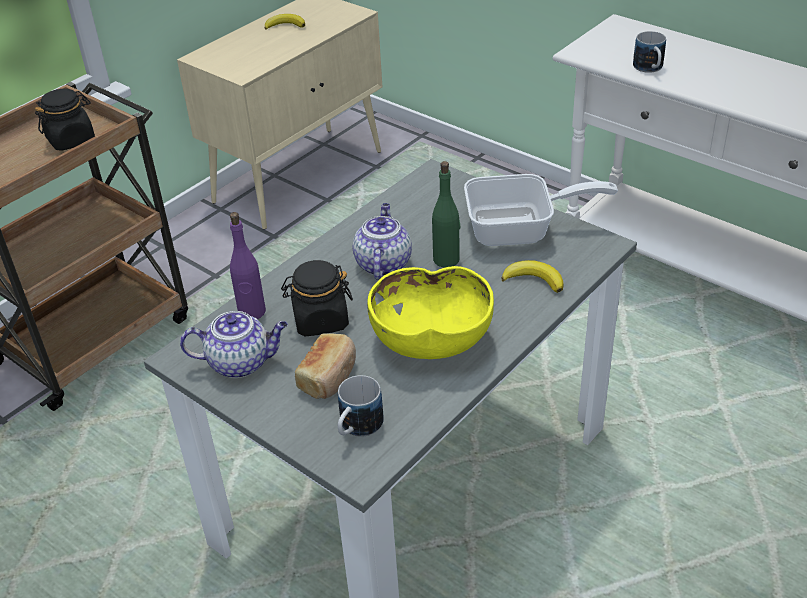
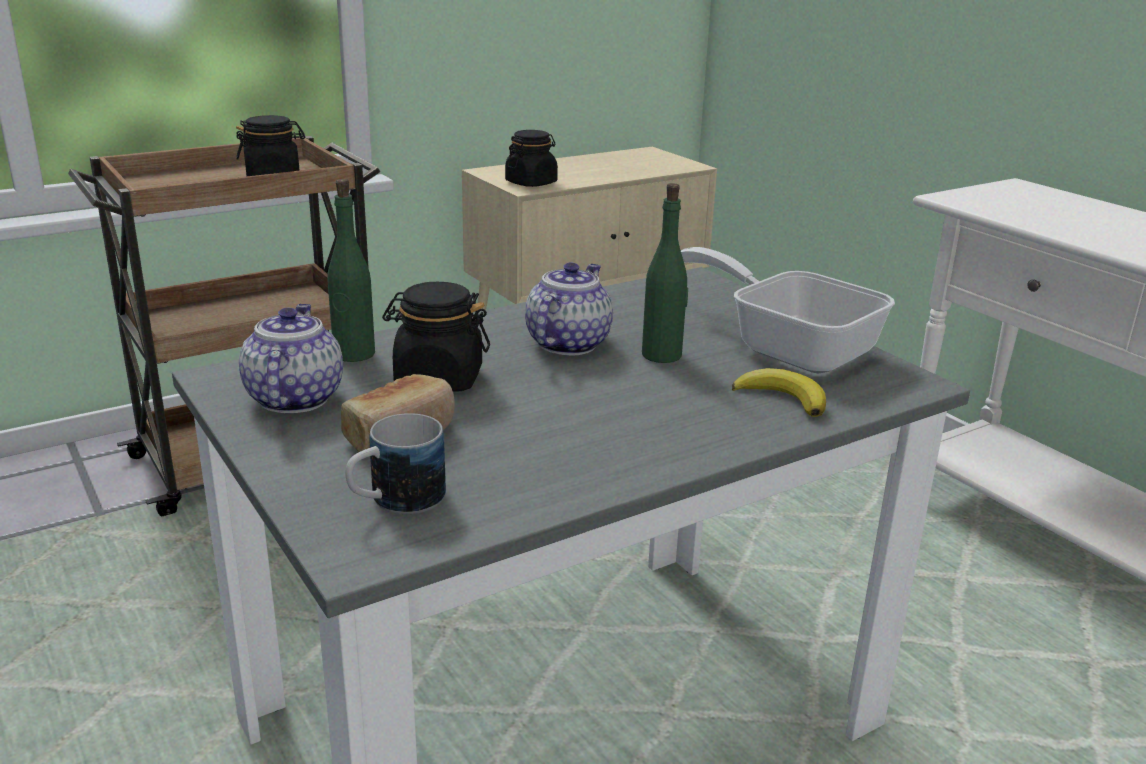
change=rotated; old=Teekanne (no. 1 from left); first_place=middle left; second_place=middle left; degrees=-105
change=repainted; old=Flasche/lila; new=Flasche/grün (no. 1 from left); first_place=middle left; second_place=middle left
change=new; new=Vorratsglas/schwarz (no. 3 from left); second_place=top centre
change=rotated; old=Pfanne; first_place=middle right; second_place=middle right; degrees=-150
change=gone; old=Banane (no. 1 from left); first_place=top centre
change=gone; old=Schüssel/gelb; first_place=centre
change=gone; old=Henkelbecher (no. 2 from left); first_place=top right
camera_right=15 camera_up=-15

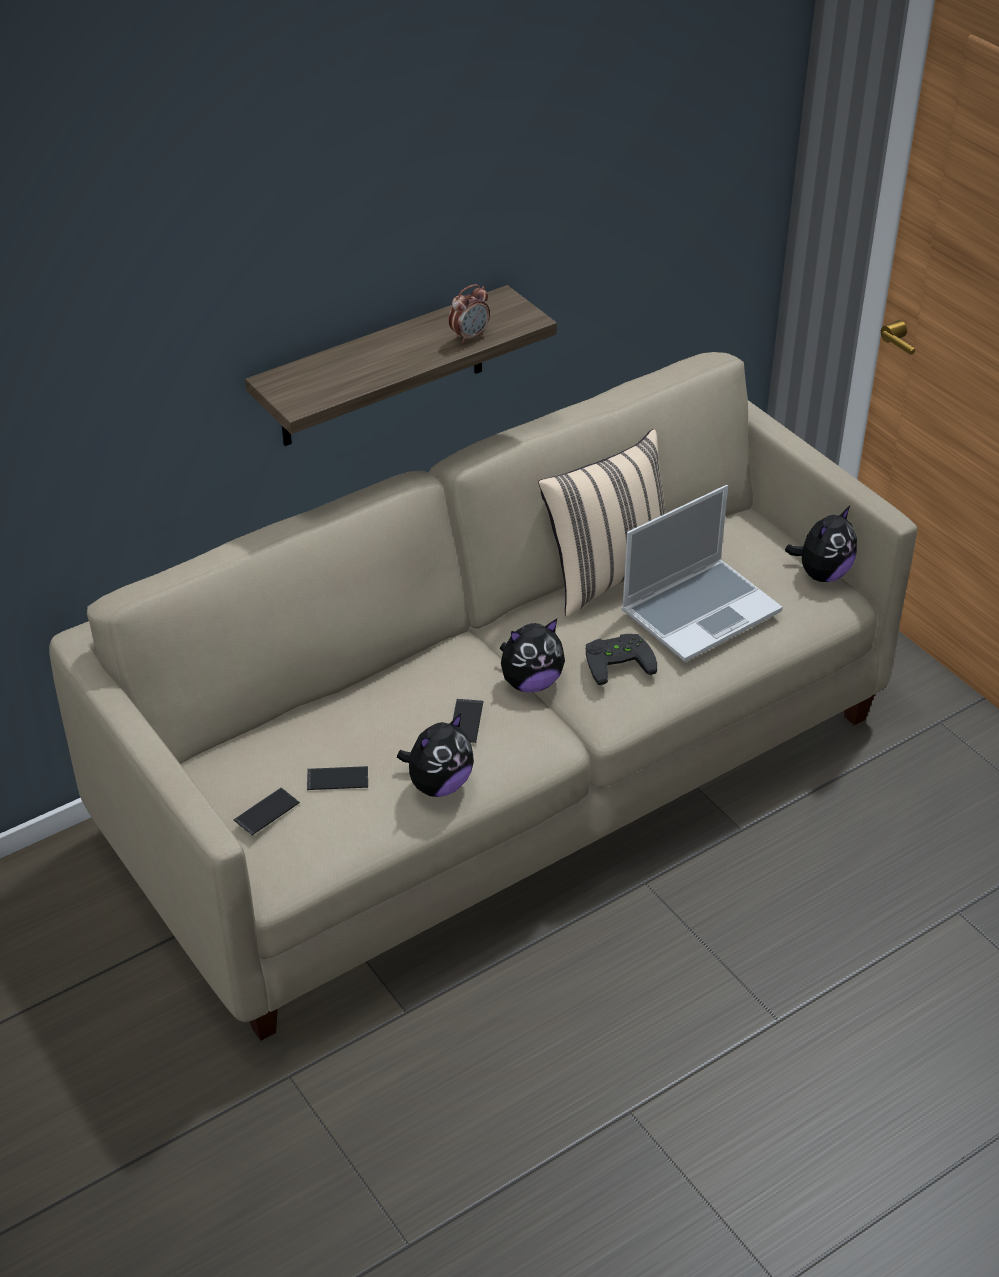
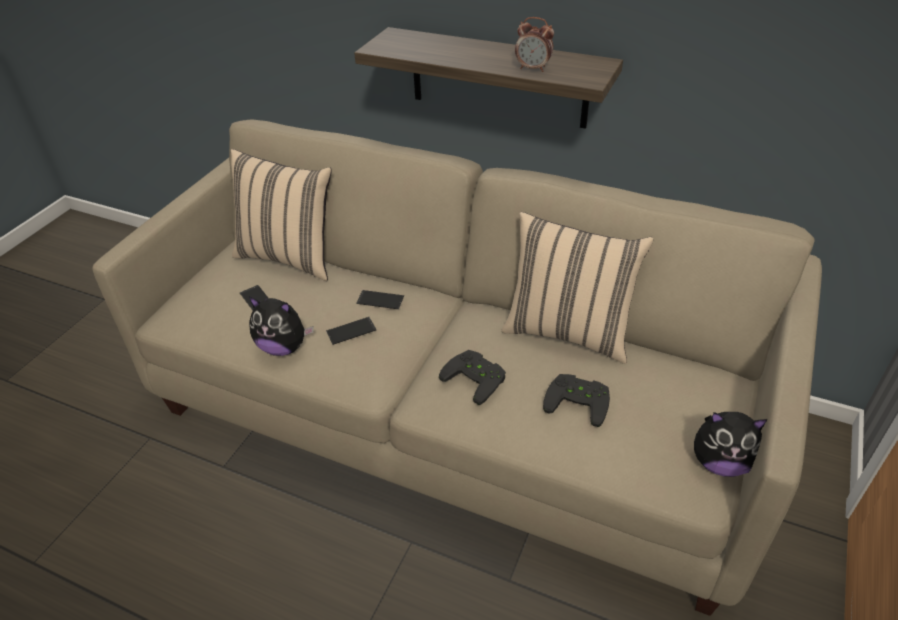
change=new; new=Kissen/beige (no. 1 from left); second_place=middle left
change=shifted; old=Handy (no. 1 from left in the first image); new=Handy (no. 3 from left); first_place=middle left; second_place=centre
change=swapped; old=Laptop; new=Gamepad/schwarz (no. 2 from left); first_place=middle right; second_place=centre
change=gone; old=Plüschtier (no. 2 from left); first_place=centre
camera_right=60 camera_up=0

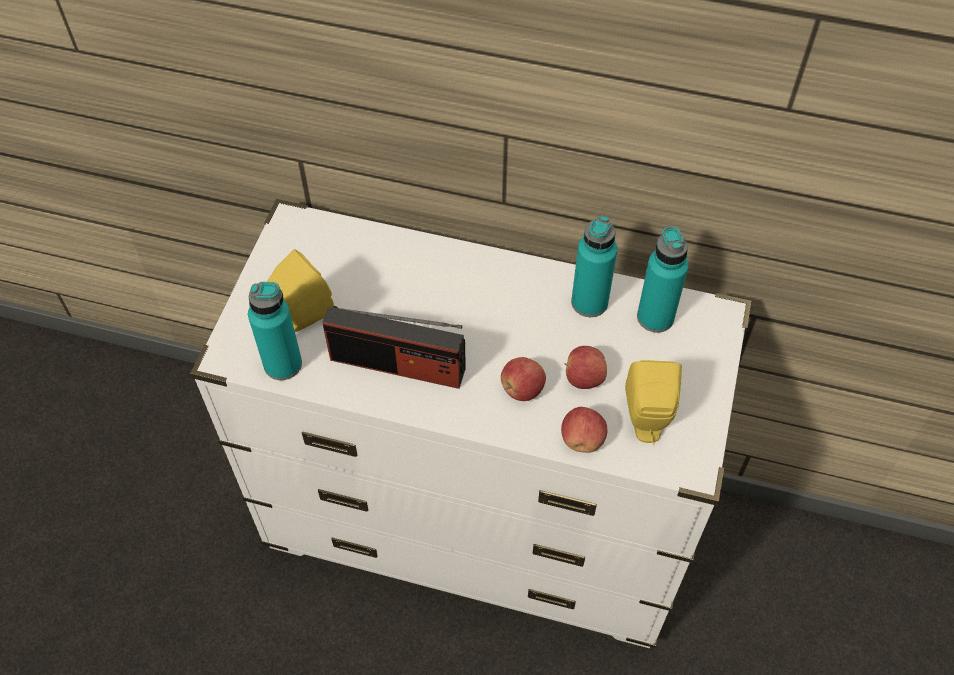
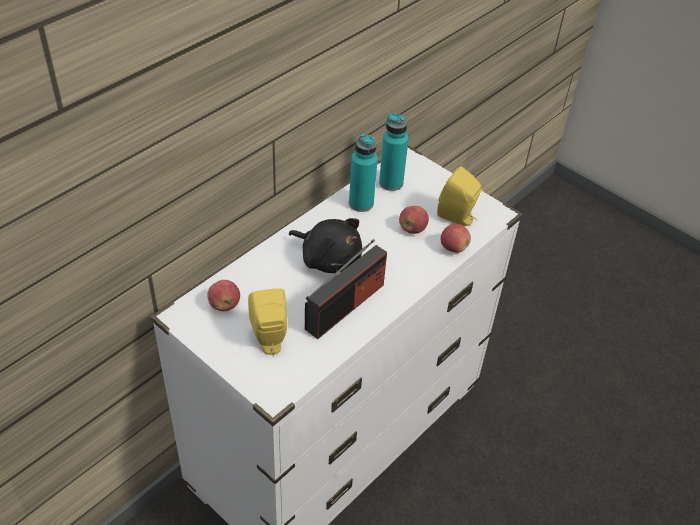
change=shifted; old=Apfel (no. 1 from left); first_place=centre; second_place=middle left
change=new; new=Plüschtier/schwarz; second_place=centre
change=gone; old=Flasche/türkis (no. 1 from left); first_place=middle left
camera_right=-65 camera_up=-10

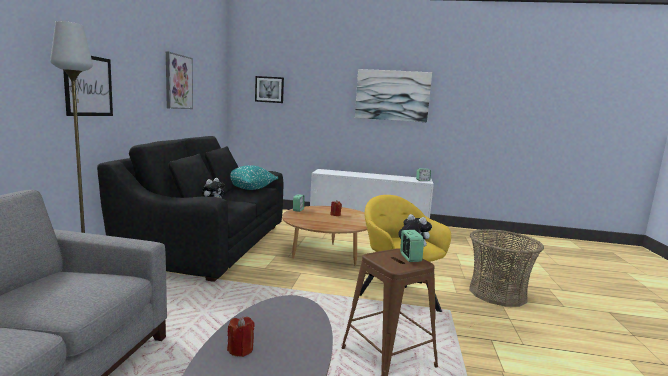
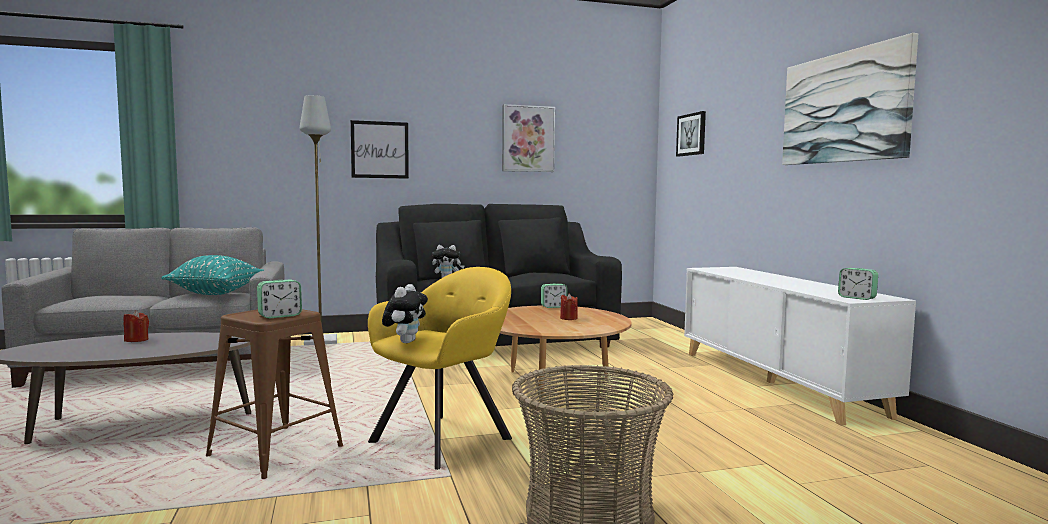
change=shifted; old=Kissen/türkis; first_place=centre; second_place=middle left
camera_right=65 camera_up=-5

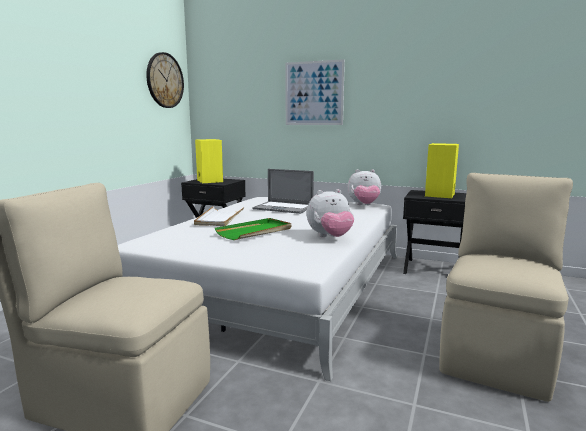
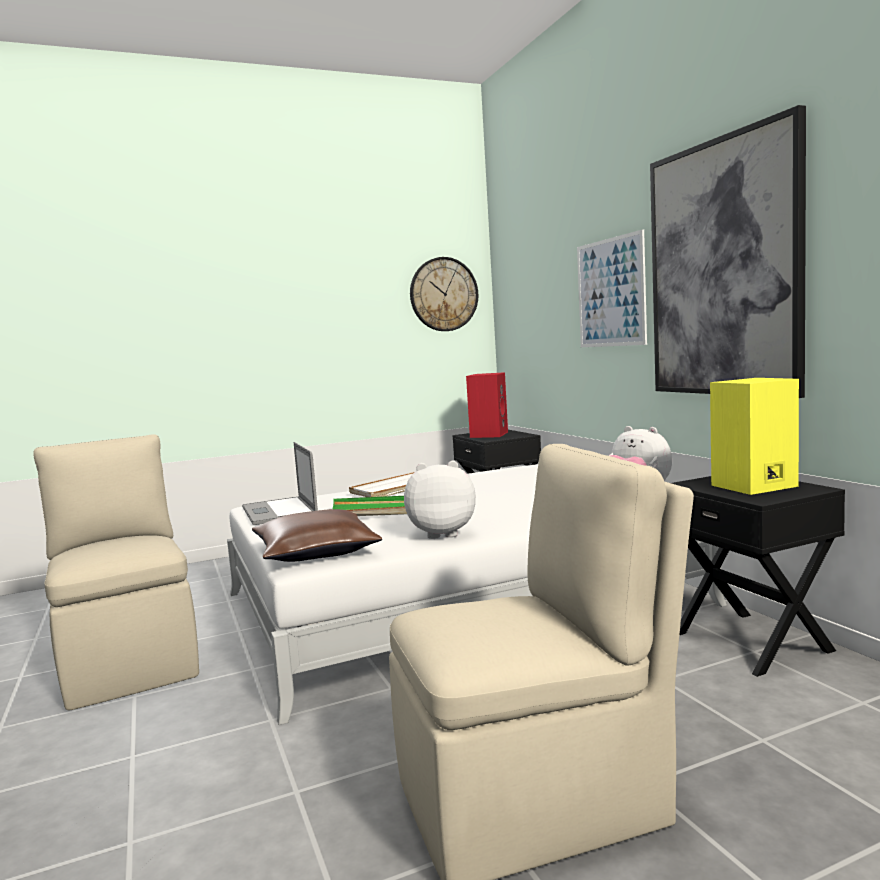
change=shifted; old=Laptop; first_place=centre; second_place=middle left
change=new; new=Kissen/braun; second_place=centre
change=rotated; old=Plüschtier (no. 1 from left); first_place=centre; second_place=centre; degrees=150
change=repainted; old=Lautsprecher/gelb (no. 1 from left); new=Lautsprecher/rot; first_place=centre; second_place=centre
change=new; new=Bild (no. 2 from left); second_place=top right
camera_right=45 camera_up=-5

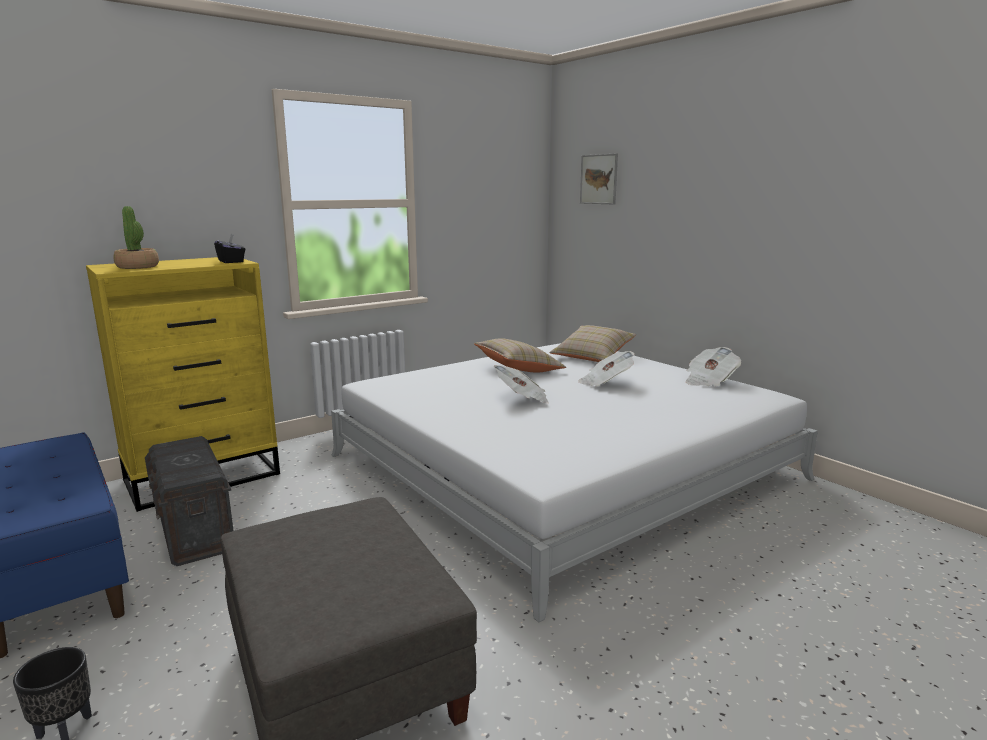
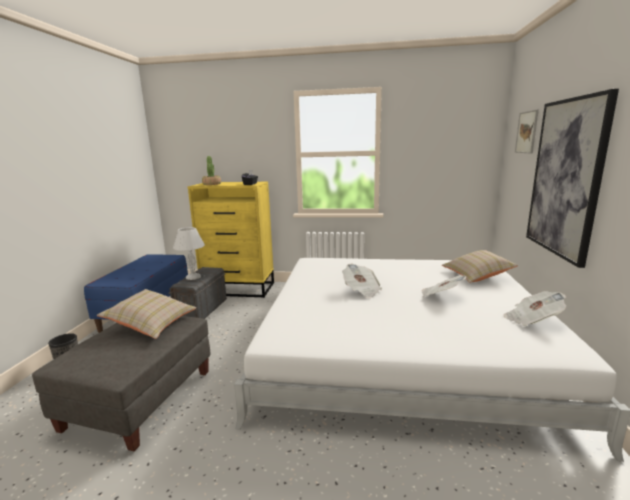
change=shifted; old=Kissen/beige (no. 1 from left); first_place=centre; second_place=middle left
change=new; new=Tischlampe/weiß; second_place=middle left
change=new; new=Bild (no. 2 from left); second_place=middle right
camera_right=45 camera_up=0

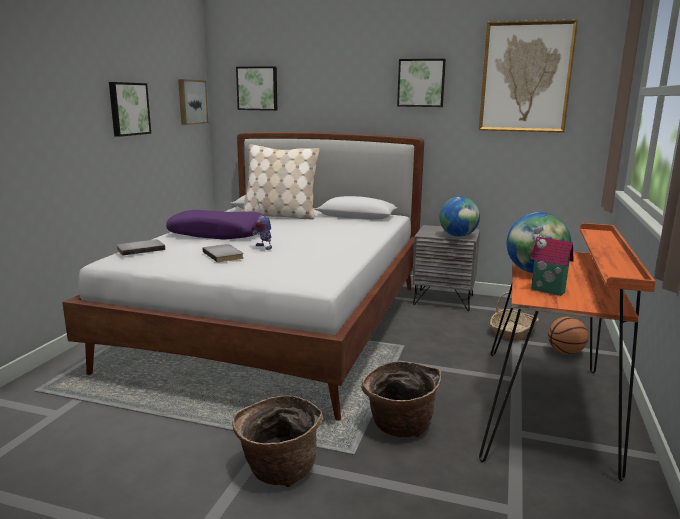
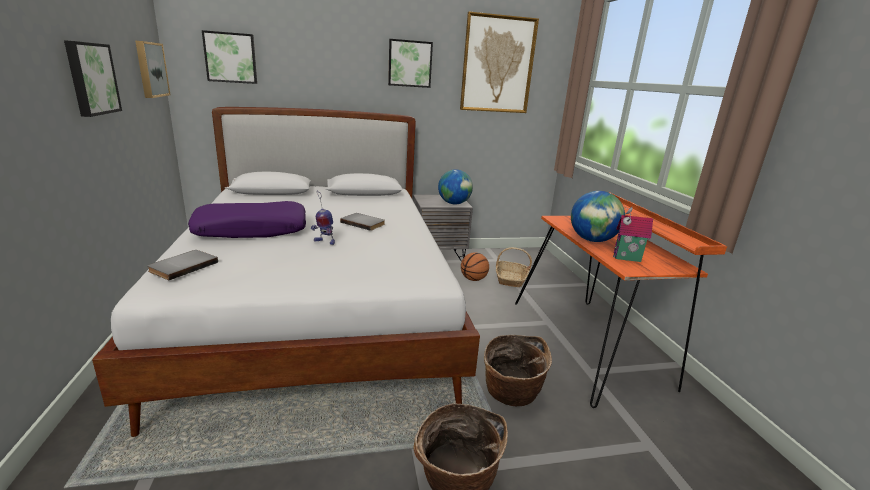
change=shifted; old=Buch/grau (no. 2 from left); first_place=middle left; second_place=centre
change=shifted; old=Basketball; first_place=middle right; second_place=centre
change=gone; old=Kissen/beige; first_place=centre
camera_right=-30 camera_up=5

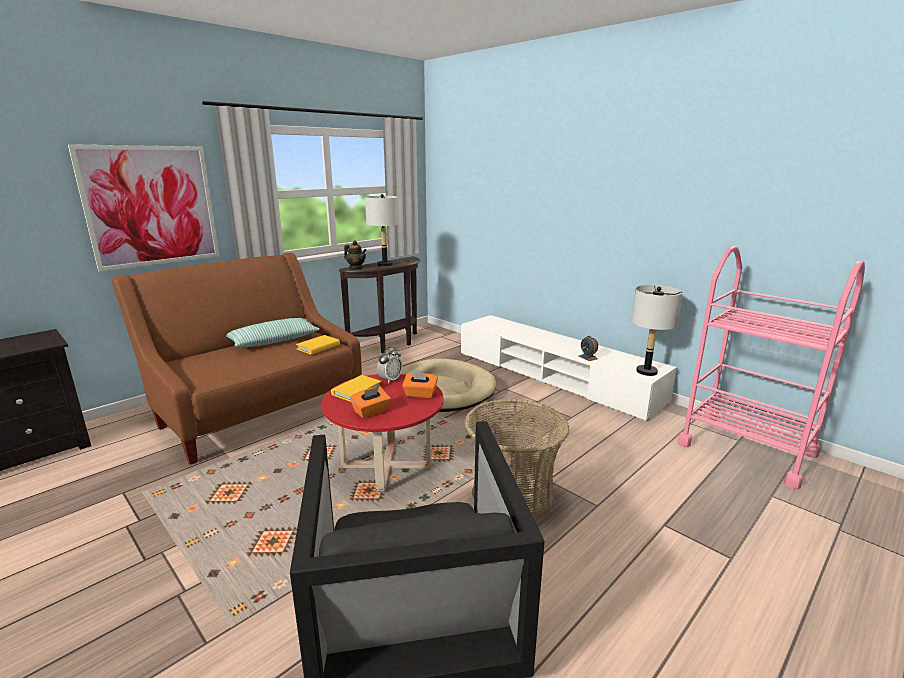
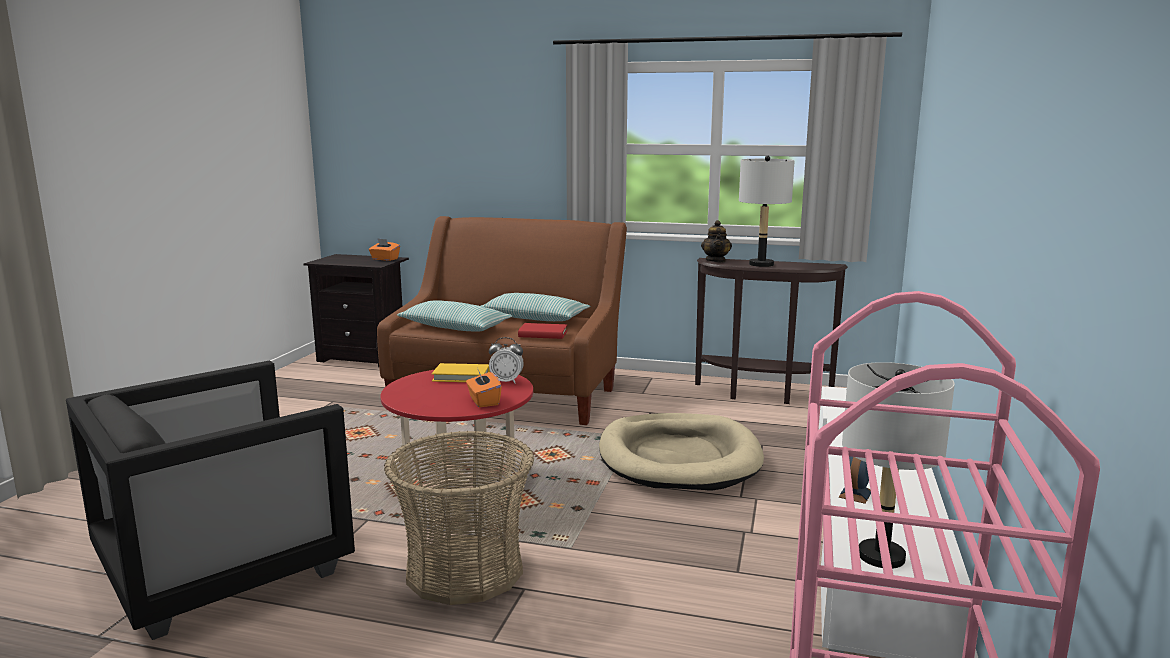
change=shifted; old=Taschentuchbox/orange (no. 1 from left); first_place=centre; second_place=middle left
change=new; new=Kissen (no. 1 from left); second_place=centre
change=repainted; old=Buch/gelb (no. 1 from left); new=Buch/rot; first_place=centre; second_place=centre
change=gone; old=Bild; first_place=top left
camera_right=60 camera_up=-5

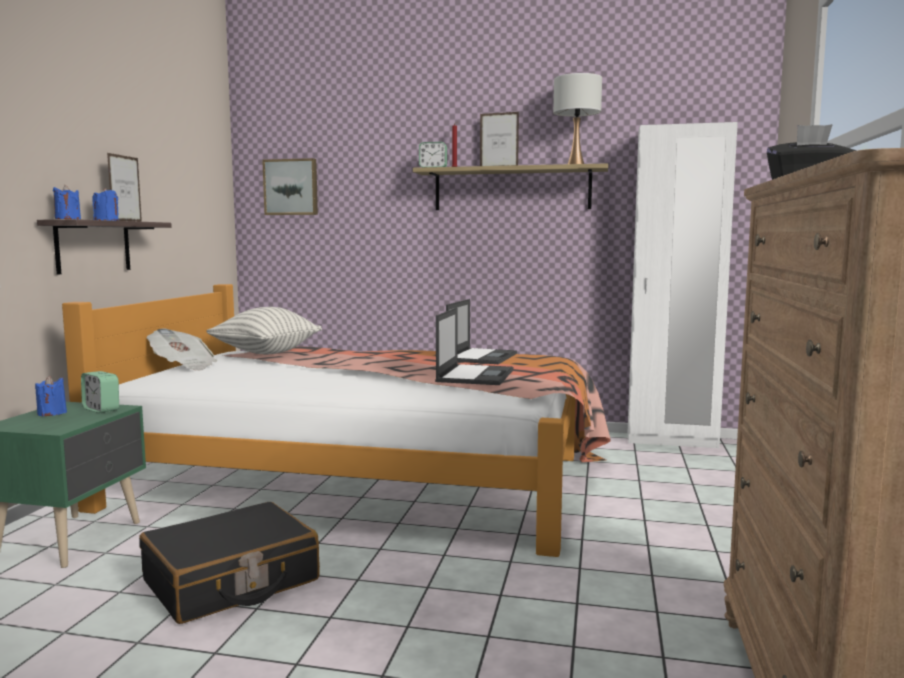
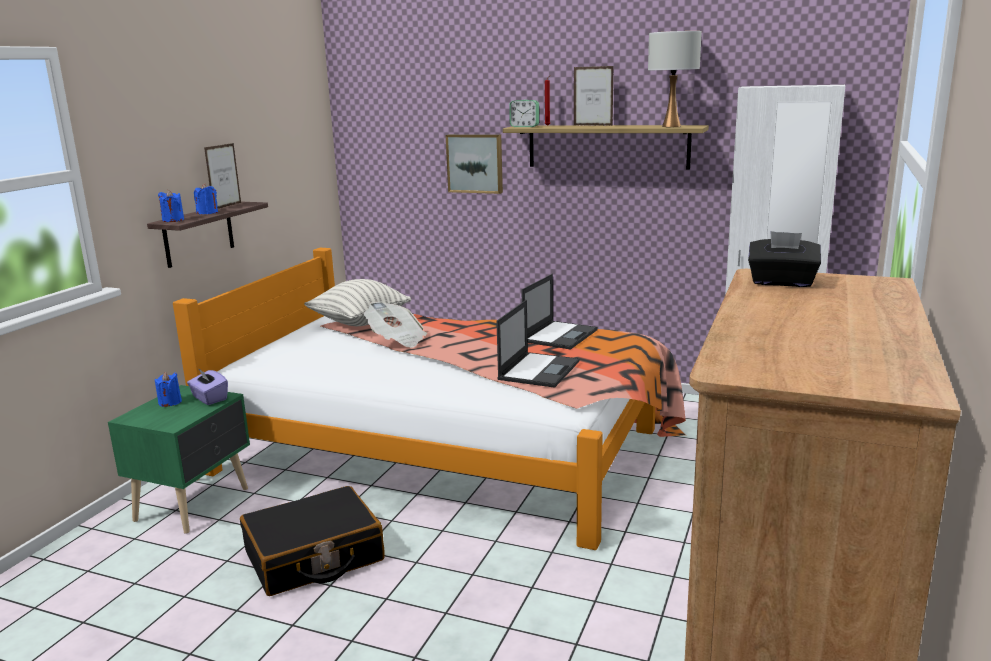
change=swapped; old=Wecker (no. 1 from left); new=Taschentuchbox/lila; first_place=middle left; second_place=middle left
change=shifted; old=Zeitung; first_place=middle left; second_place=centre
change=shifted; old=Bild; first_place=top left; second_place=top centre
camera_right=10 camera_up=10

